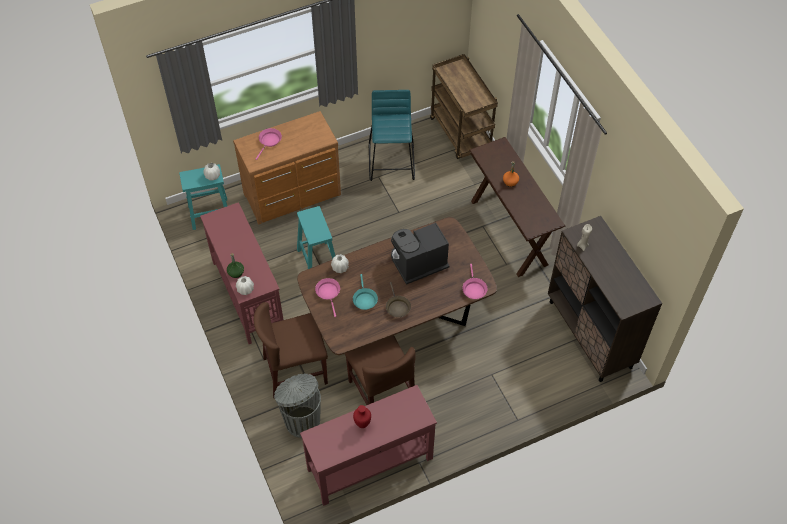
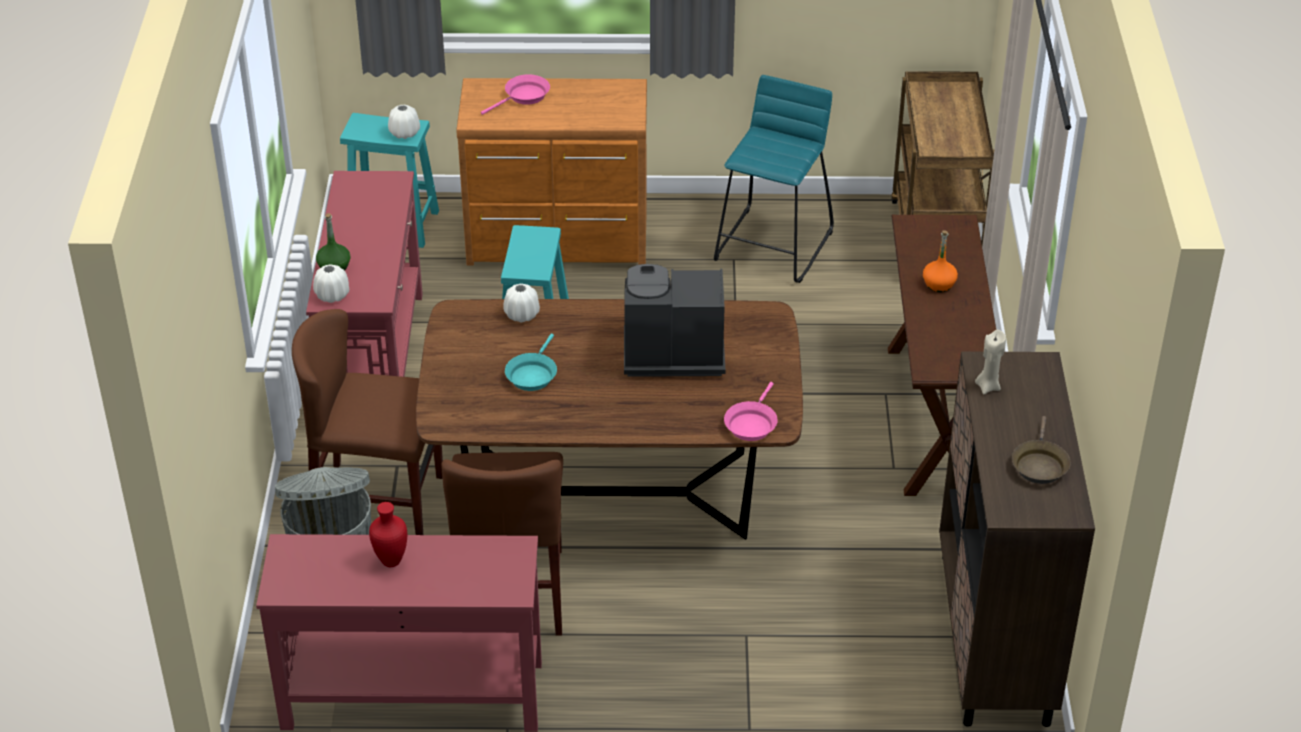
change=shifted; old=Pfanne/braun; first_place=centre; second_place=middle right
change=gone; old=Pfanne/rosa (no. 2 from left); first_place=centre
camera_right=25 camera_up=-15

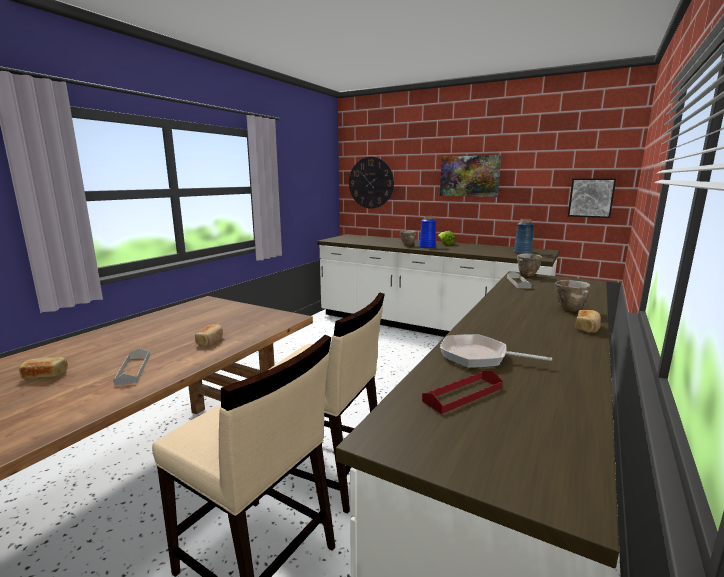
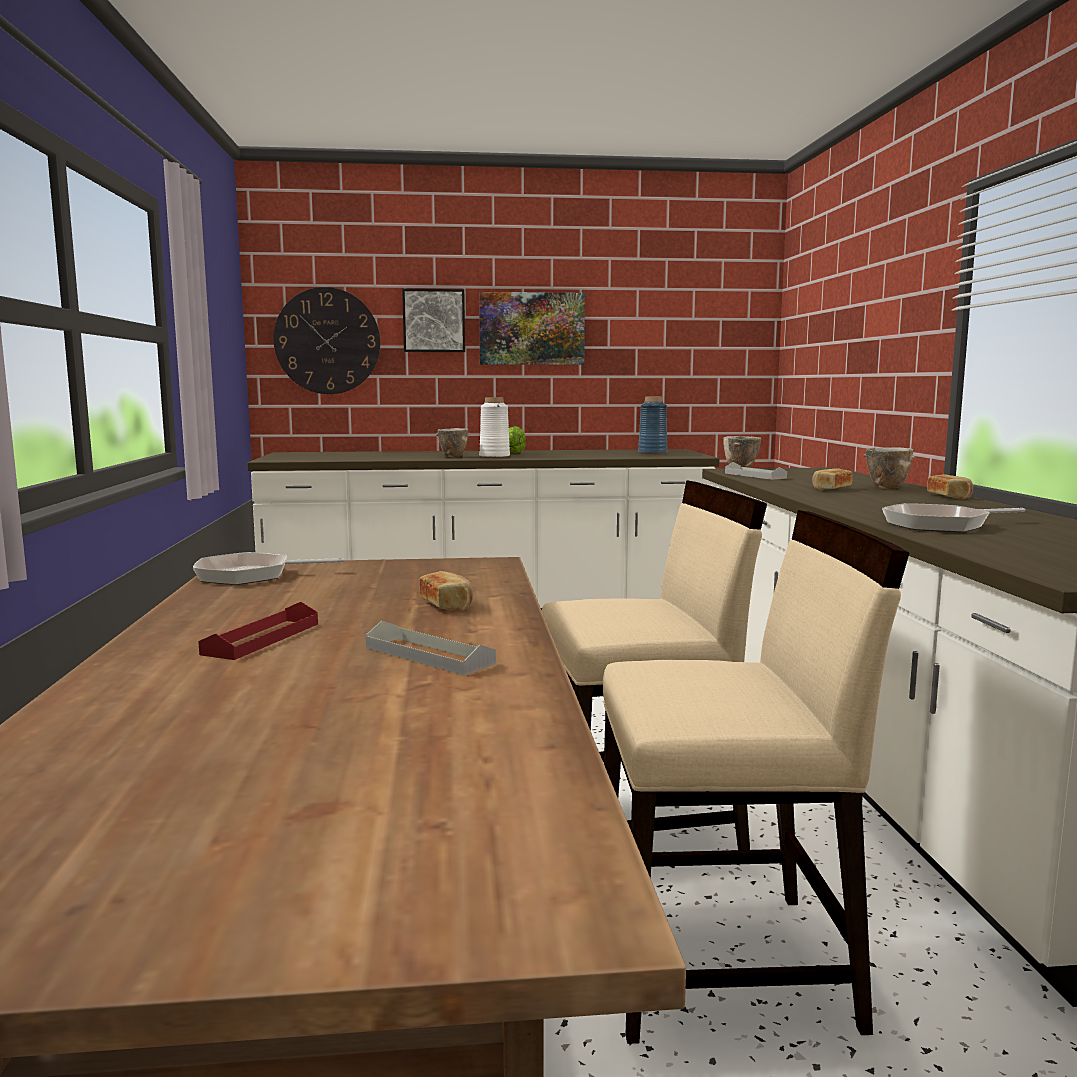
change=new; new=Pfanne (no. 1 from left); second_place=middle left
change=shifted; old=Tablett/rot; first_place=bottom centre; second_place=middle left
change=shifted; old=Bild (no. 2 from left in the first image); new=Bild (no. 1 from left); first_place=middle right; second_place=top centre
change=repainted; old=Vase/blau (no. 1 from left); new=Vase/weiß; first_place=centre; second_place=centre
change=shifted; old=Brot (no. 1 from left in the first image); new=Brot (no. 2 from left); first_place=middle left; second_place=middle right
camera_right=-35 camera_up=-5

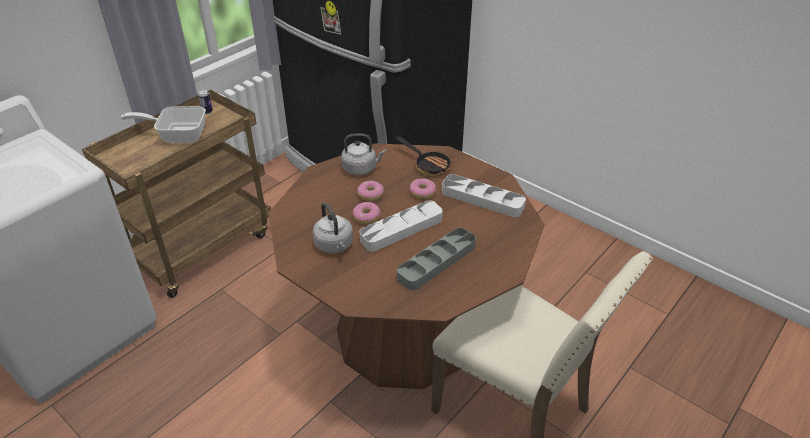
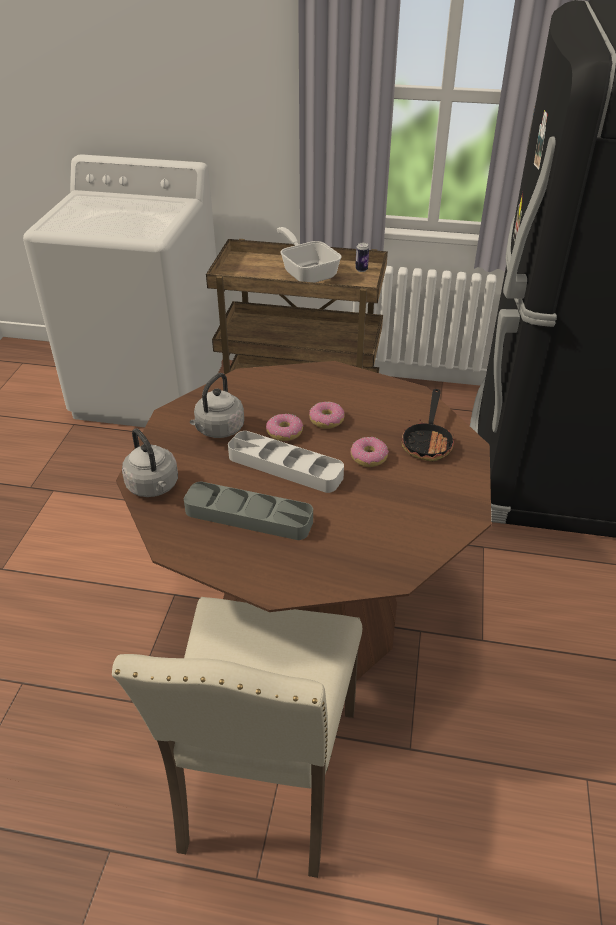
change=shifted; old=Wasserkessel/grau (no. 2 from left in the first image); new=Wasserkessel/grau (no. 1 from left); first_place=centre; second_place=middle left
change=gone; old=Tablett/grau (no. 3 from left); first_place=centre
camera_right=60 camera_up=0

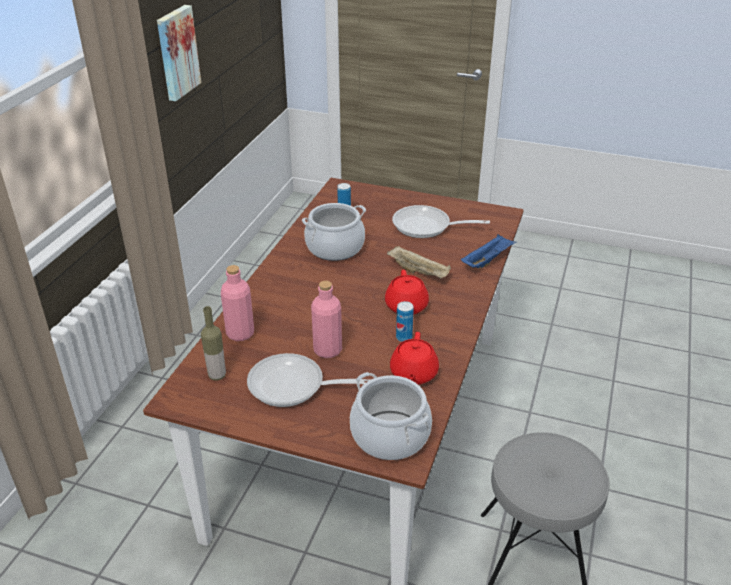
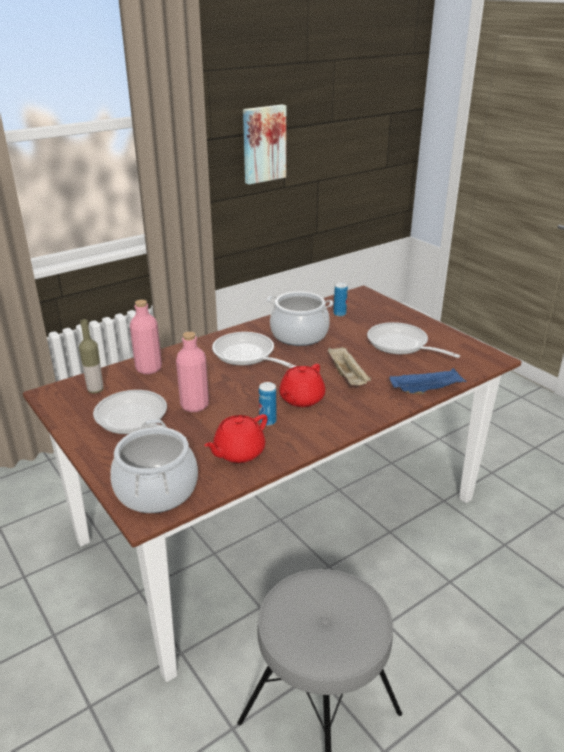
change=new; new=Pfanne (no. 2 from left); second_place=centre
camera_right=35 camera_up=-5

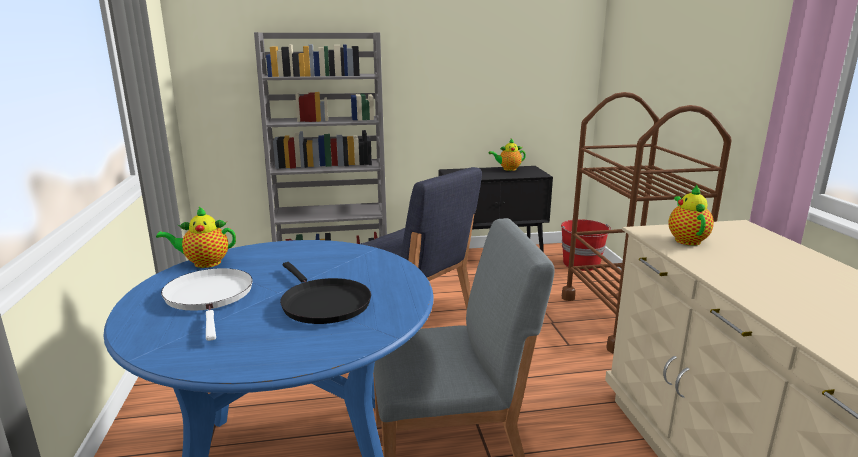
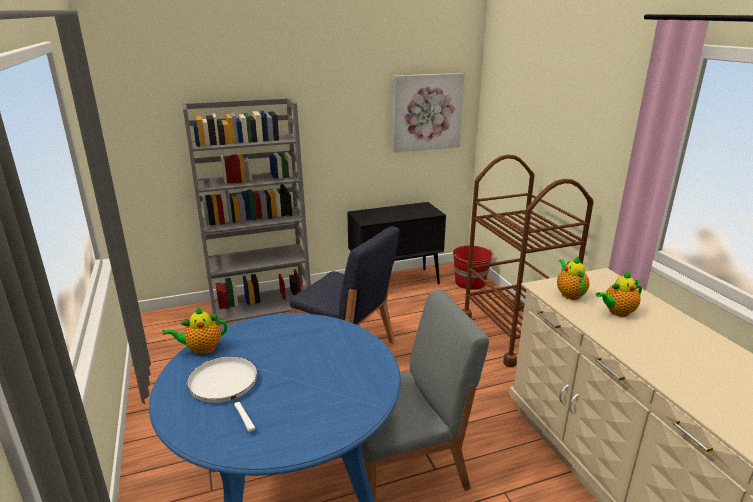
change=new; new=Bild; second_place=top centre
change=shifted; old=Teekanne (no. 2 from left in the first image); new=Teekanne (no. 3 from left); first_place=centre; second_place=middle right
change=gone; old=Pfanne/schwarz; first_place=centre
camera_right=-10 camera_up=5

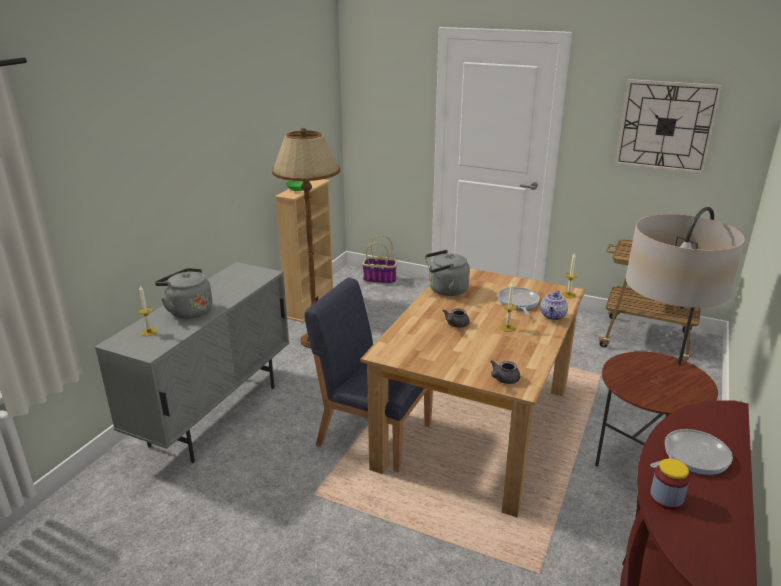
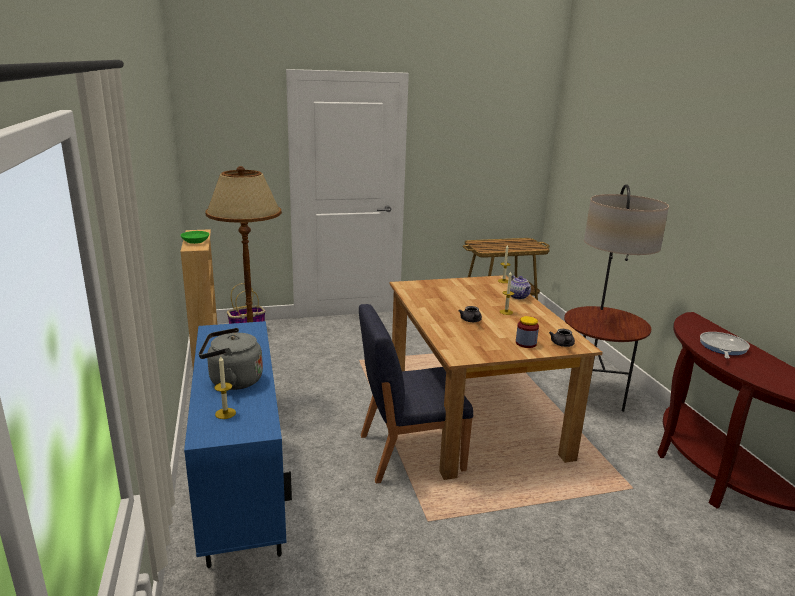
change=repainted; old=Schrank/grau; new=Schrank/blau; first_place=middle left; second_place=bottom left
change=shifted; old=Vorratsglas; first_place=bottom right; second_place=centre
change=gone; old=Wasserkessel/grau (no. 2 from left); first_place=centre
change=gone; old=Pfanne (no. 1 from left); first_place=centre
change=gone; old=Wanduhr; first_place=top right
camera_right=-40 camera_up=-5

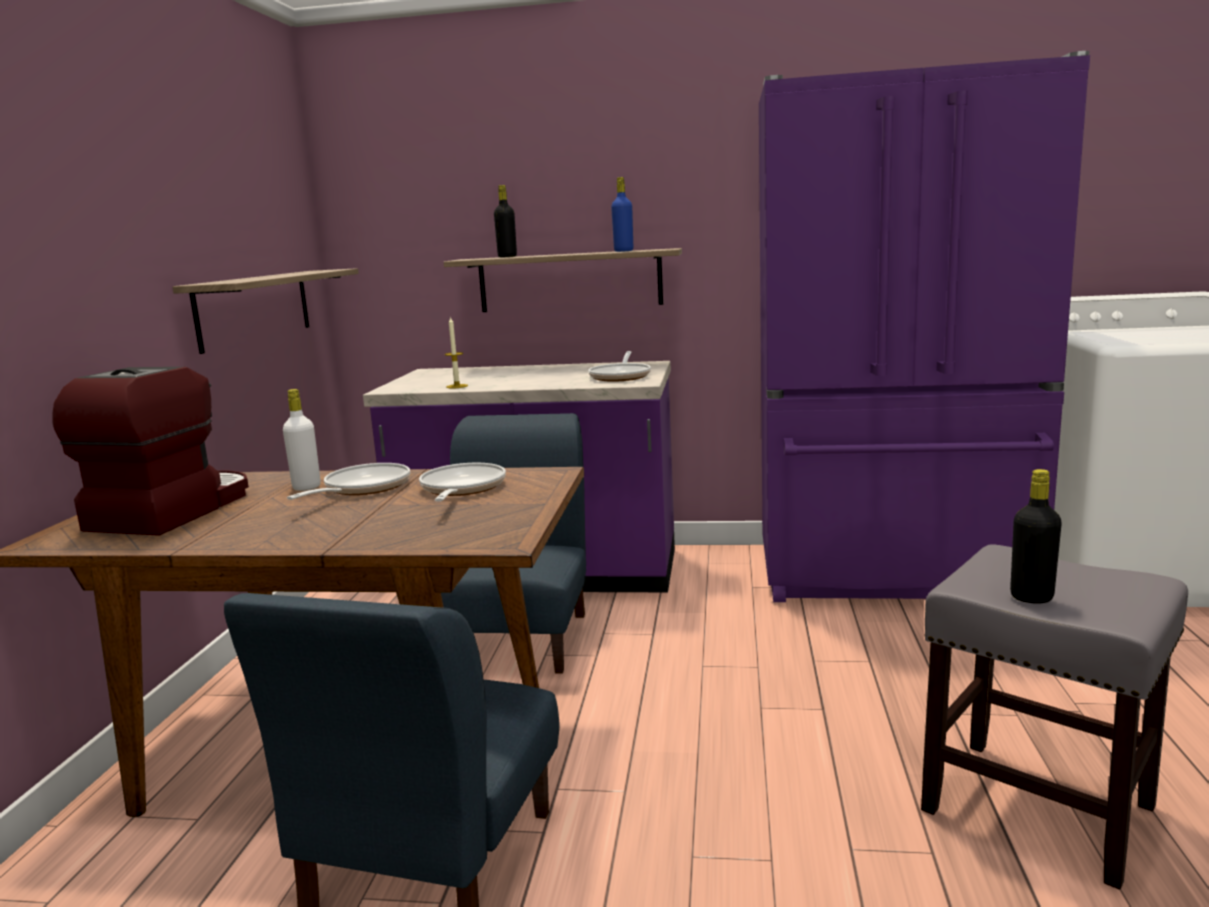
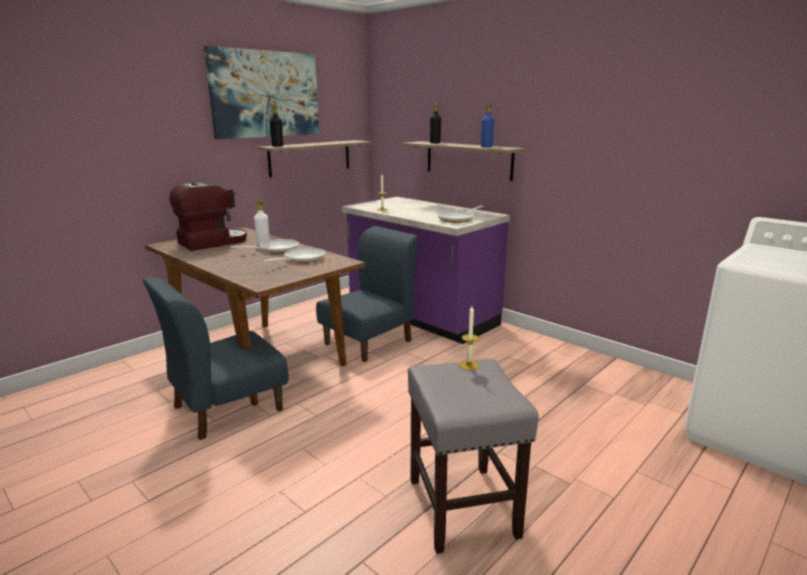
change=new; new=Bild; second_place=top left
change=shifted; old=Flasche/schwarz (no. 2 from left in the first image); new=Flasche/schwarz (no. 1 from left); first_place=middle right; second_place=top centre
change=new; new=Kerze (no. 2 from left); second_place=centre
change=gone; old=Kühlschrank/lila; first_place=middle right
camera_right=35 camera_up=5

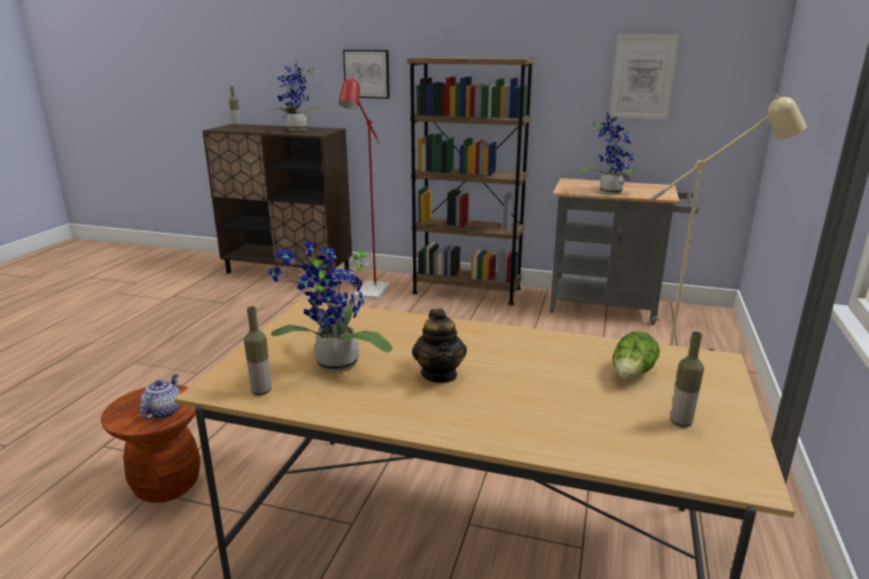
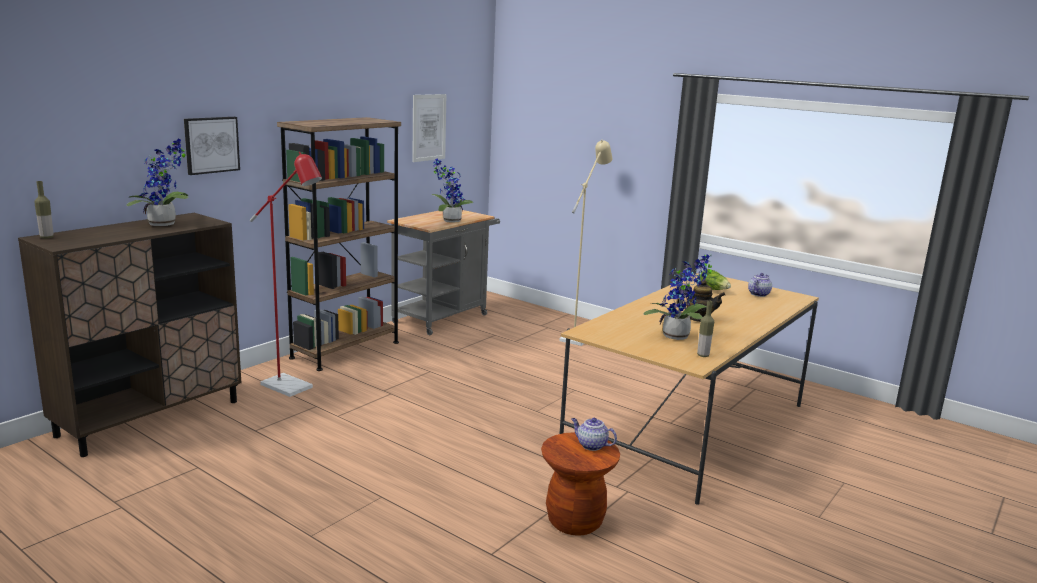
change=swapped; old=Flasche (no. 3 from left); new=Teekanne (no. 3 from left); first_place=middle right; second_place=middle right
camera_right=-70 camera_up=-5

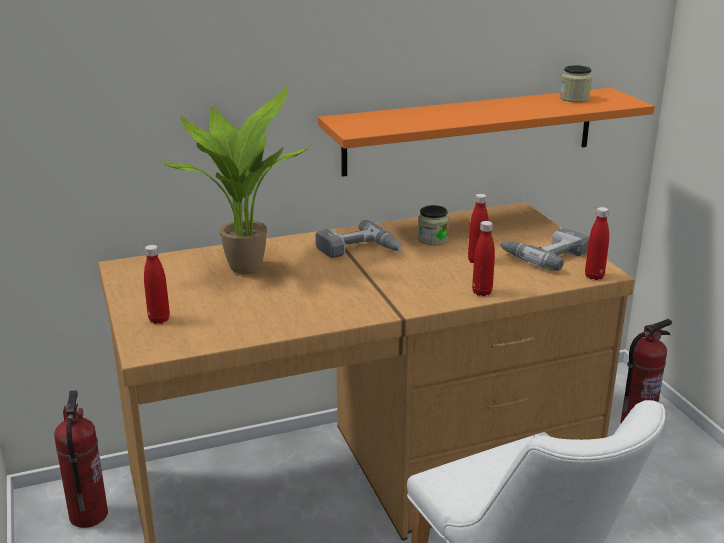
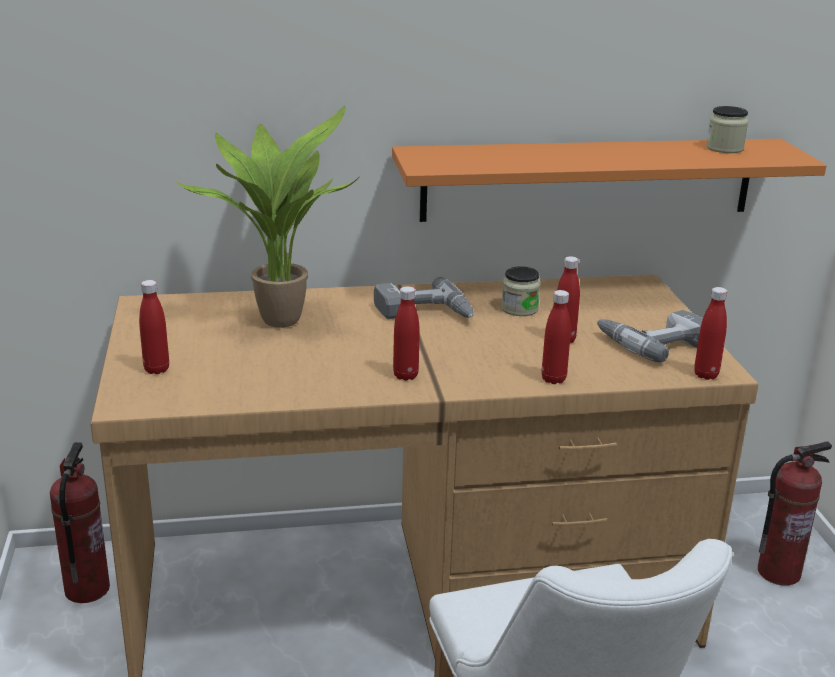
change=new; new=Flasche/rot (no. 2 from left); second_place=centre
camera_right=10 camera_up=0

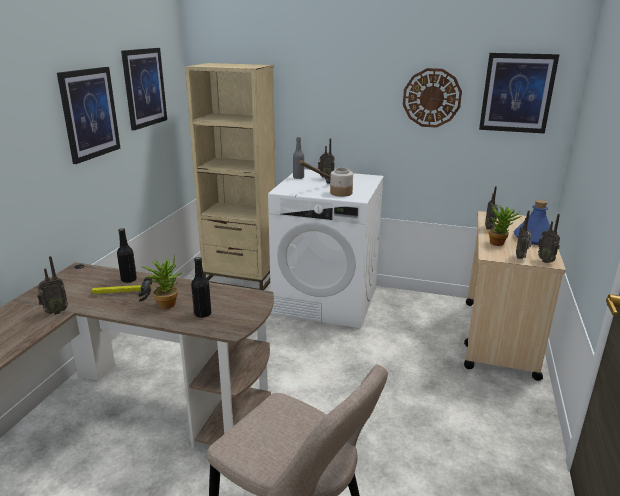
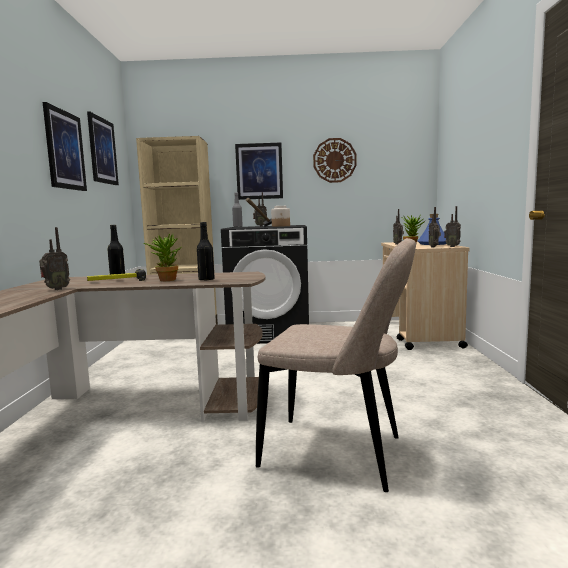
change=repainted; old=Waschmaschine/weiß; new=Waschmaschine/schwarz; first_place=centre; second_place=centre
change=shifted; old=Bild (no. 3 from left); first_place=top right; second_place=top centre
camera_right=-15 camera_up=-15

